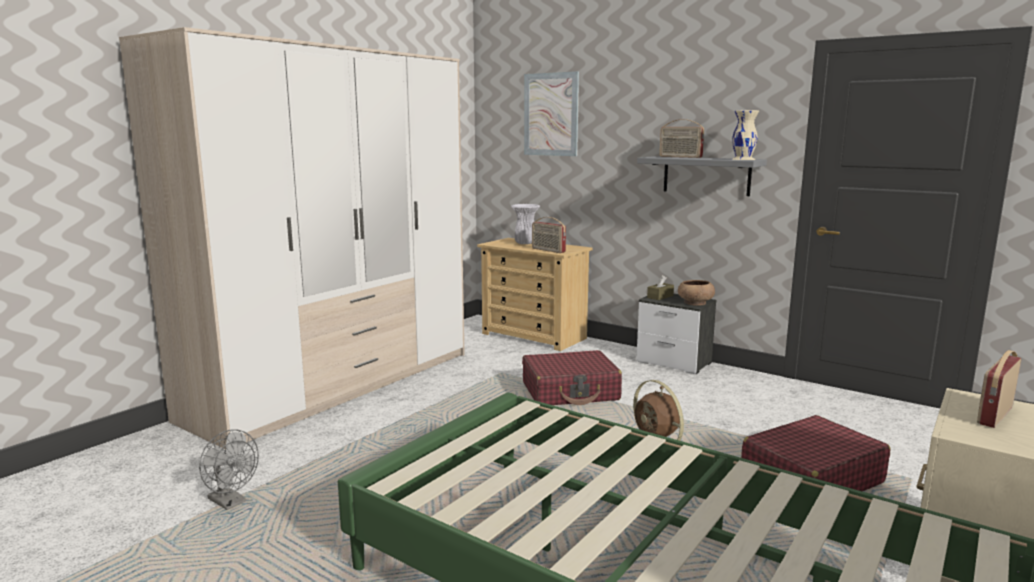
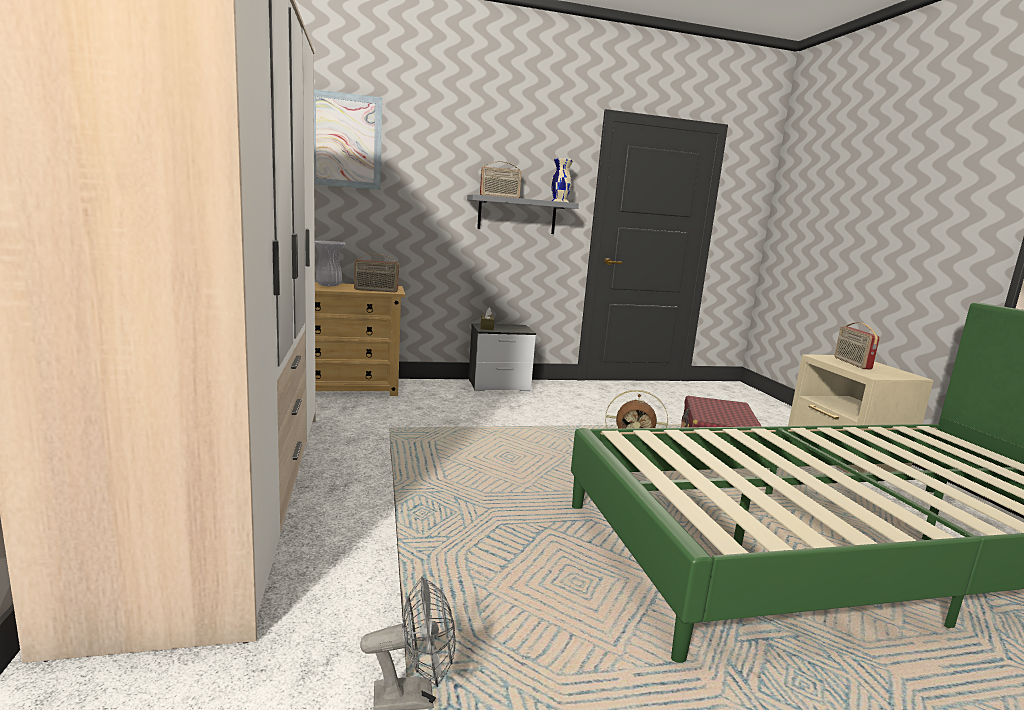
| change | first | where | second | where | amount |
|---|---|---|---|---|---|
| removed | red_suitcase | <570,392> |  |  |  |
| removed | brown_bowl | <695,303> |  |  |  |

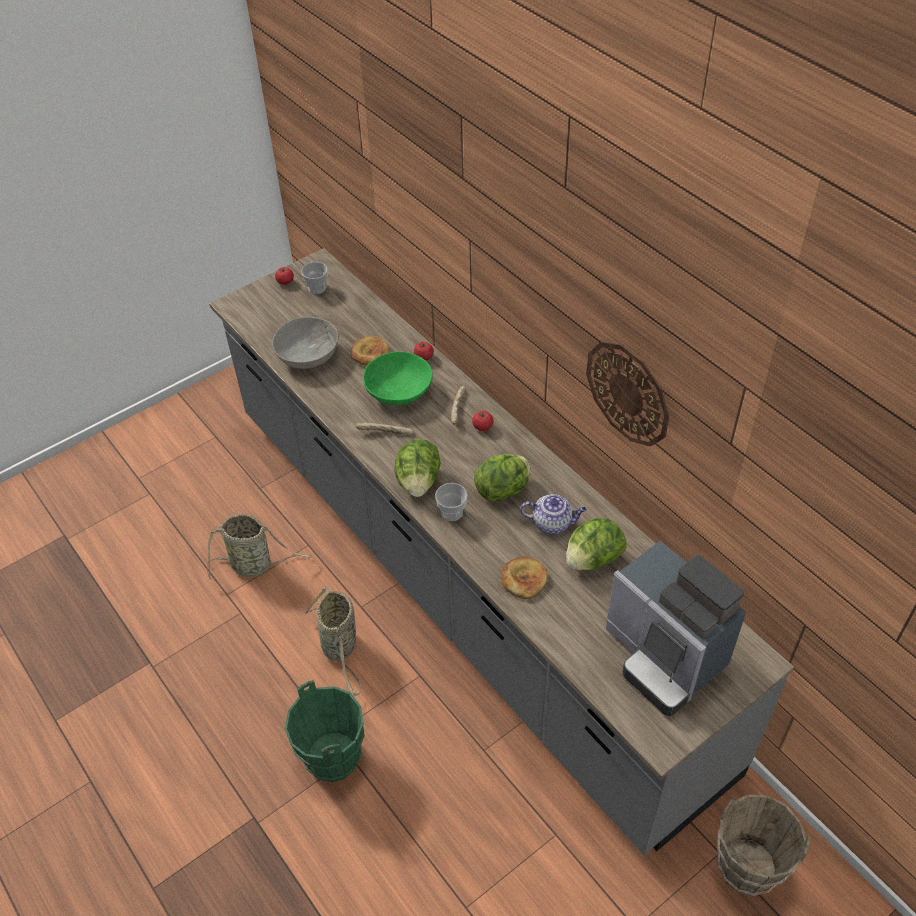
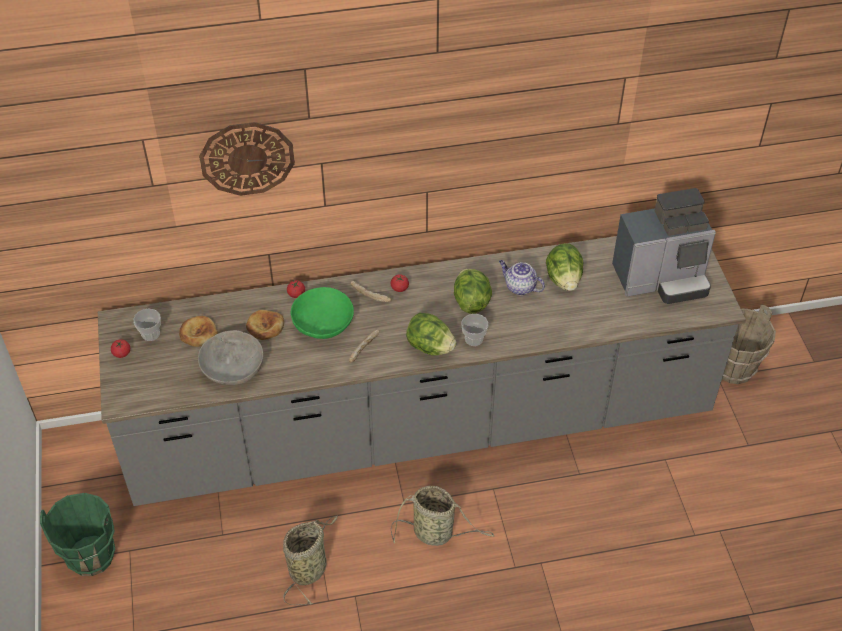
| change | first | where | second | where | amount |
|---|---|---|---|---|---|
| moved | green_bucket | <334,757> |  | <91,556> |  |
| moved | bread | <524,579> |  | <198,333> |  |
| moved | wall_clock | <628,393> |  | <247,158> |  |
| turned | teapot | <553,523> |  | <519,287> | 90 degrees counterclockwise |

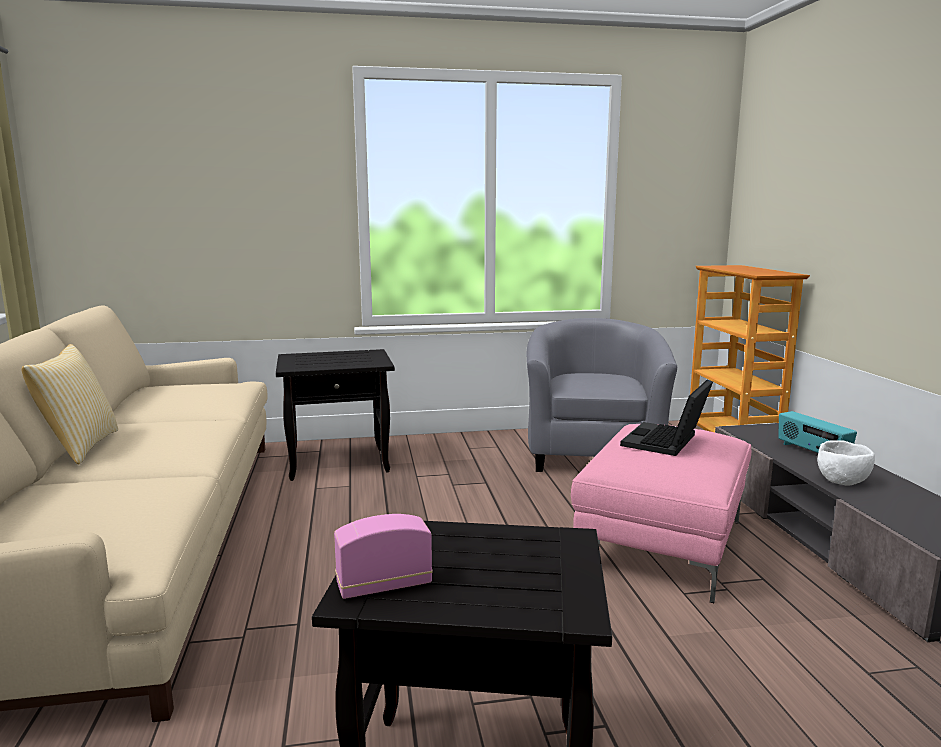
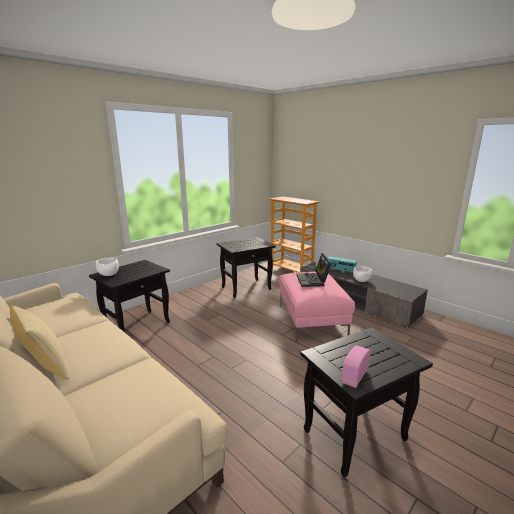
| change | first | where | second | where | amount |
|---|---|---|---|---|---|
| added |  |  | white_bowl | <108,274> |  |
| replaced | grey_armchair | <593,454> | black_side_table | <246,288> |  |

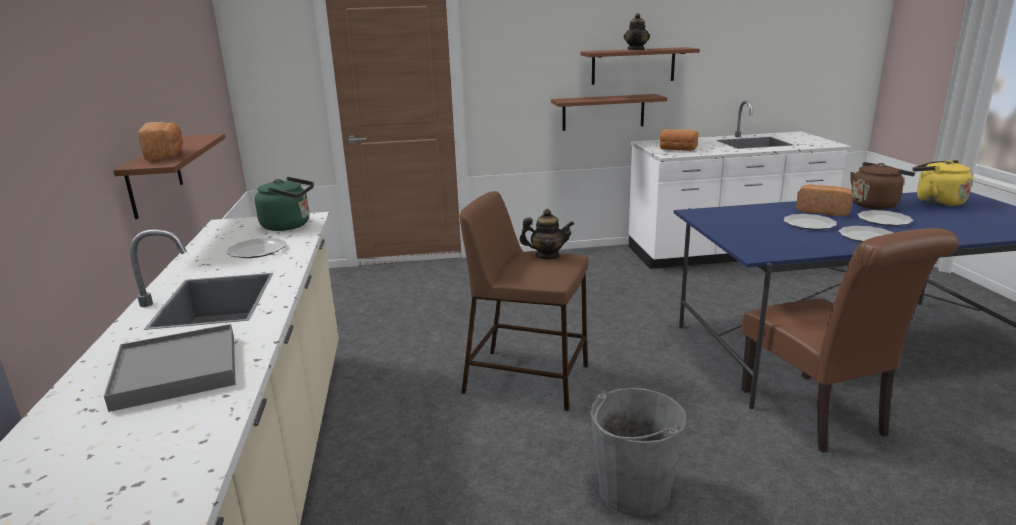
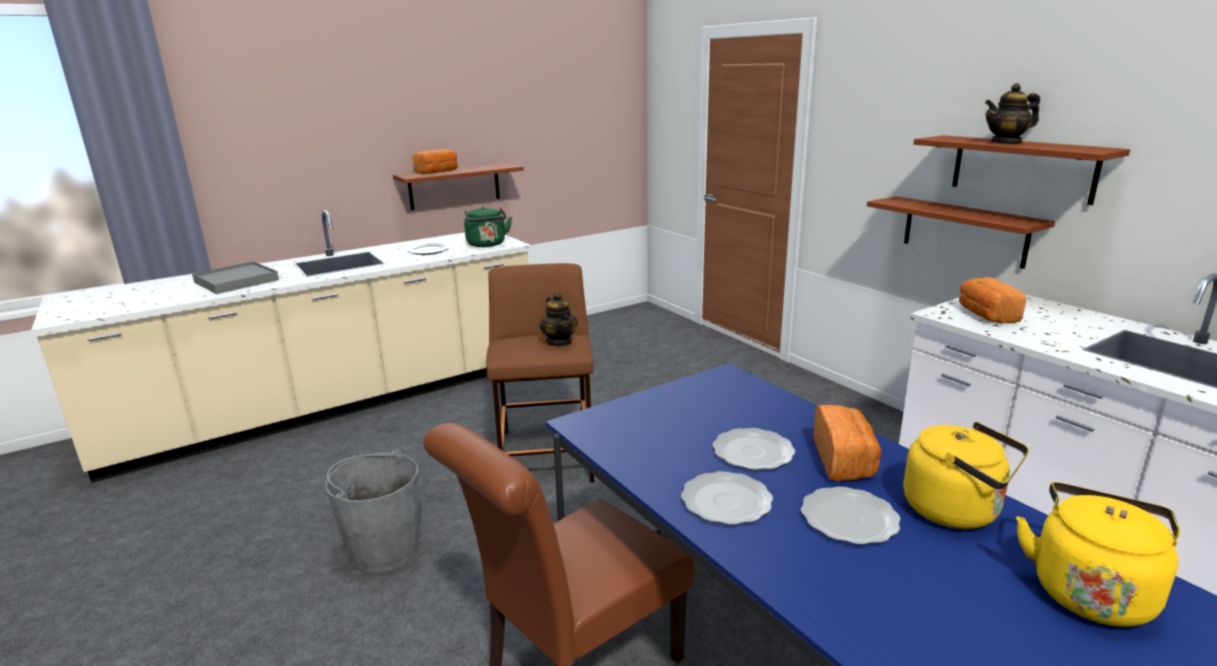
| change | first | where | second | where | amount |
|---|---|---|---|---|---|
| recoloured | brown_kettle | <875,204> | yellow_kettle | <957,511> |  |

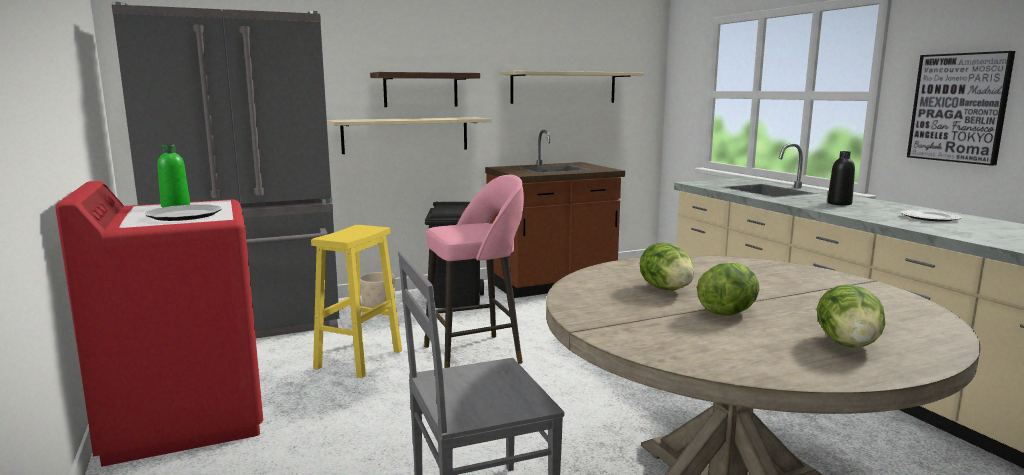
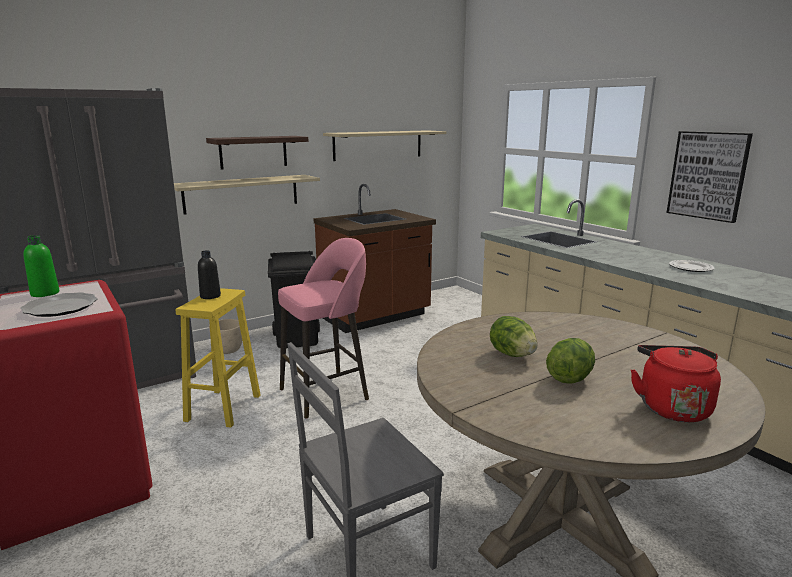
| change | first | where | second | where | amount |
|---|---|---|---|---|---|
| moved | black_bottle | <839,203> |  | <210,296> |  |
| replaced | lettuce | <848,344> | red_kettle | <671,407> |  |

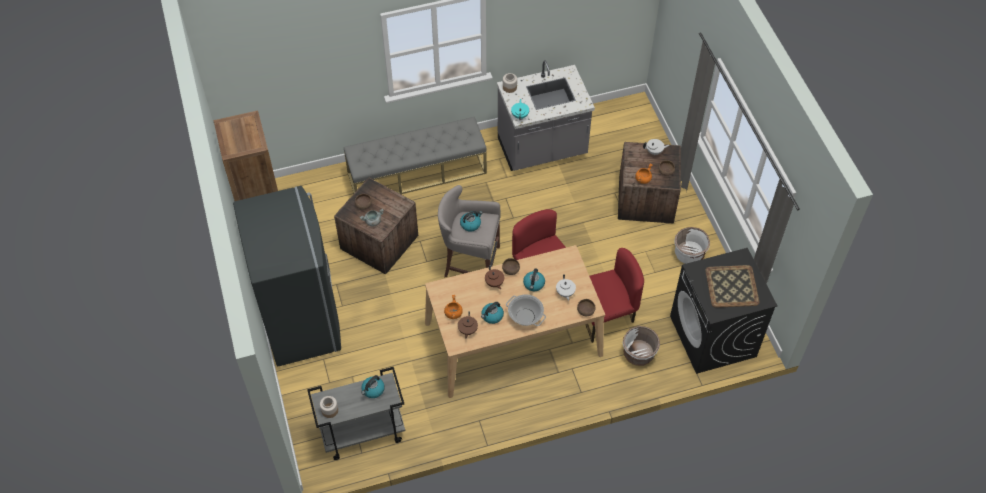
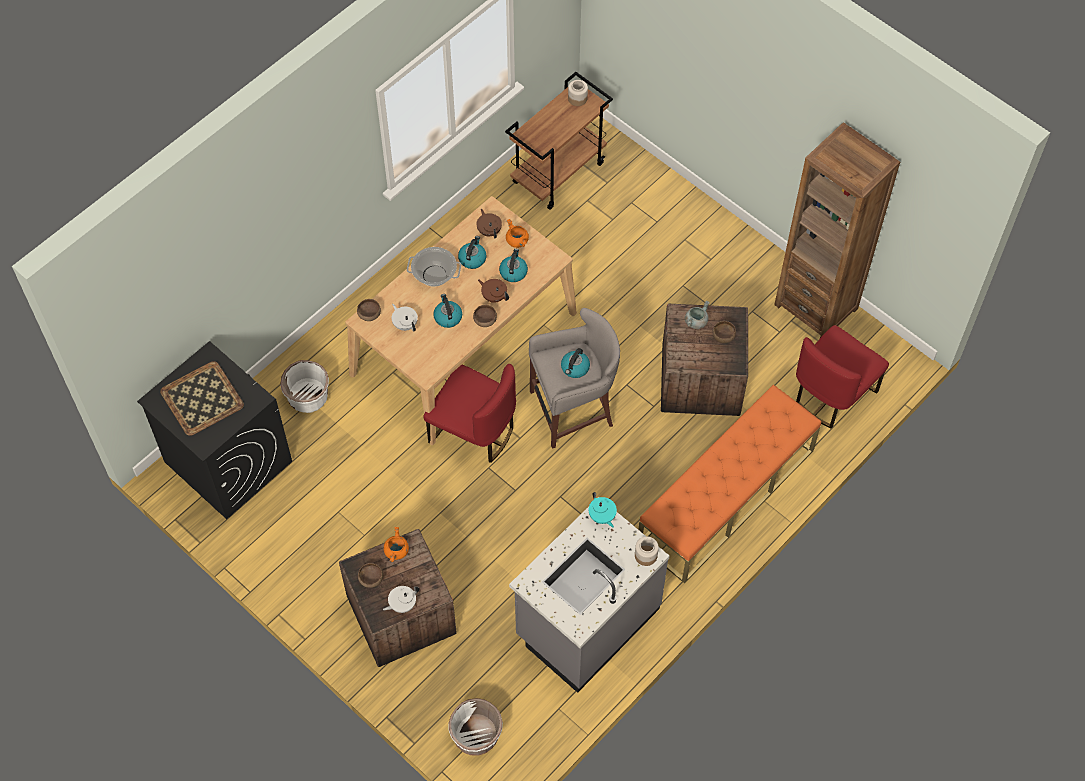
| change | first | where | second | where | amount |
|---|---|---|---|---|---|
| removed | grey_fridge | <302,319> |  |  |  |
| moved | kettle | <373,390> |  | <513,272> |  |
| moved | red_chair | <605,316> |  | <832,394> |  |
| moved | white_planter | <689,254> |  | <476,735> |  |
| recoloured | grey_cart | <362,434> | brown_cart | <558,172> |  |
| recoloured | grey_bench | <417,173> | orange_bench | <726,497> |  |

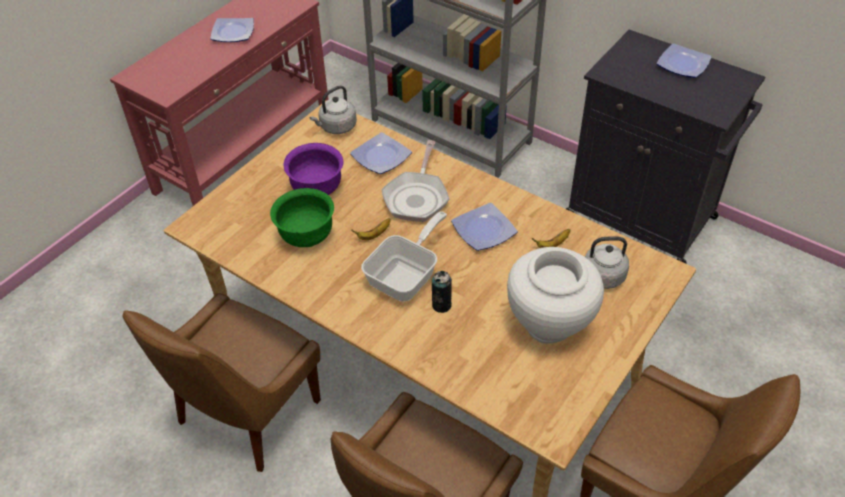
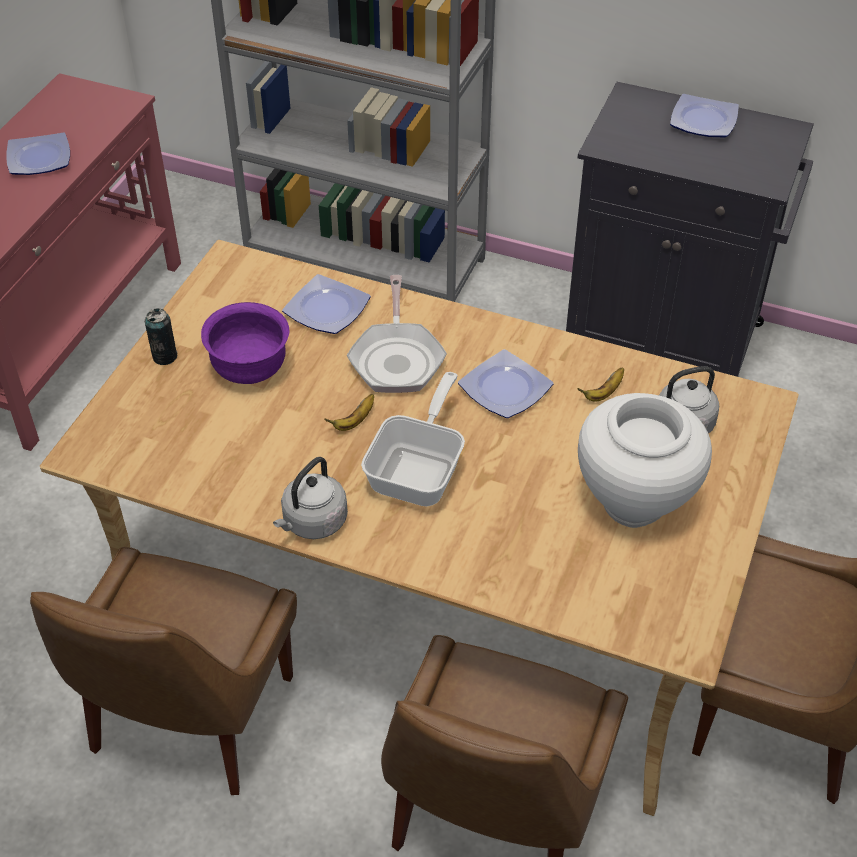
| change | first | where | second | where | amount |
|---|---|---|---|---|---|
| removed | green_bowl | <306,236> |  |  |  |
| moved | grey_kettle | <336,127> |  | <312,523> |  |
| moved | can | <441,305> |  | <164,356> |  |

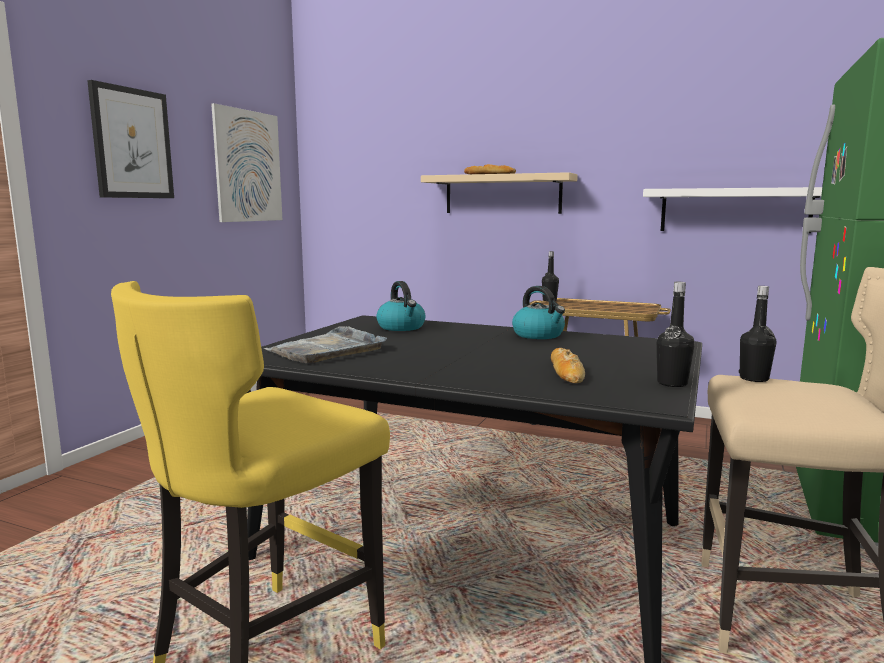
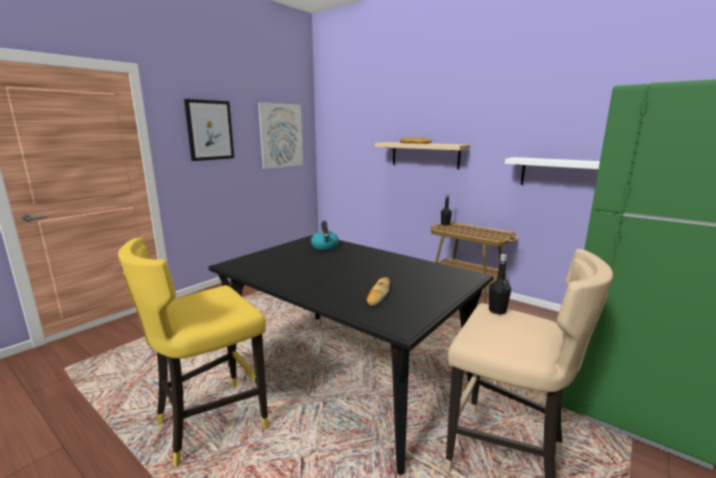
| change | first | where | second | where | amount |
|---|---|---|---|---|---|
| removed | grey_tray | <327,349> |  |  |  |
| removed | kettle | <539,335> |  |  |  |
| removed | black_bottle | <672,383> |  |  |  |

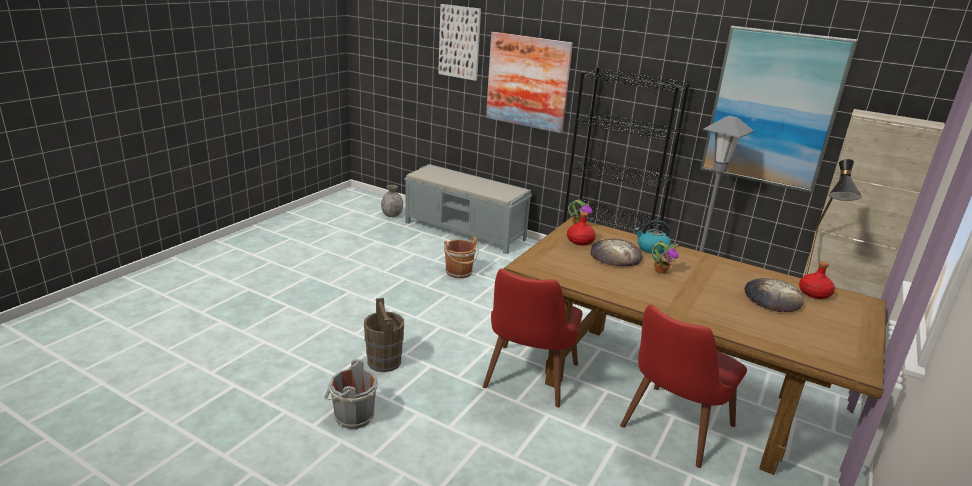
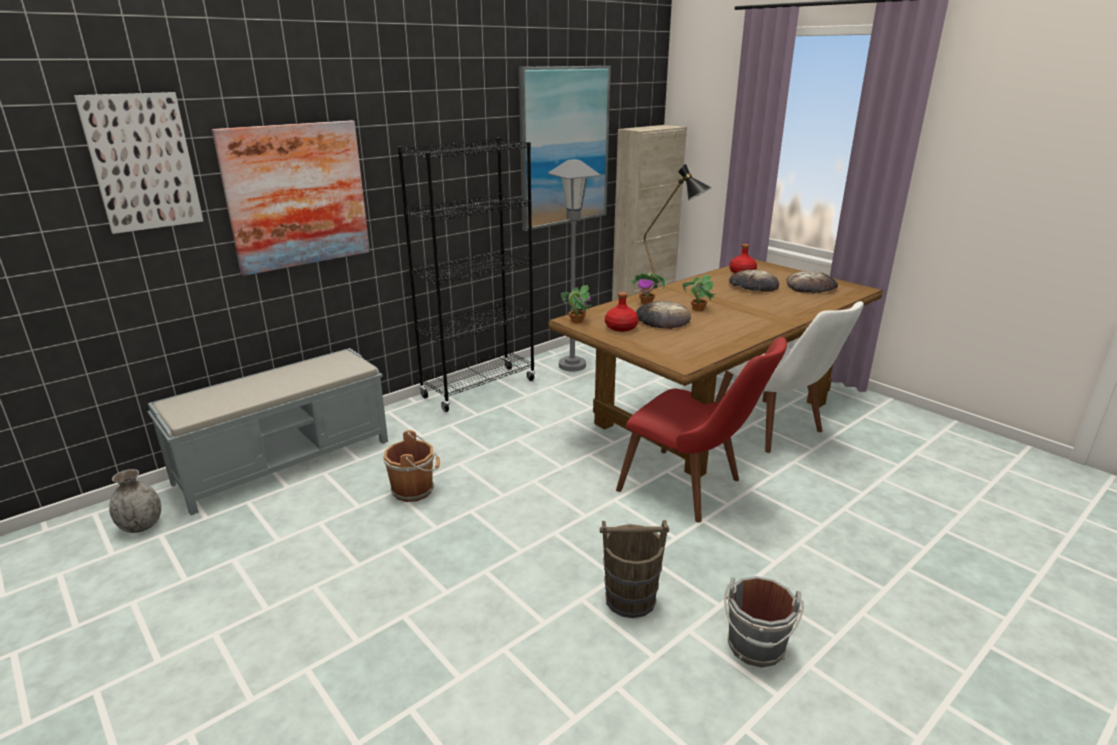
| change | first | where | second | where | amount |
|---|---|---|---|---|---|
| added |  |  | bread | <811,287> |  |
| replaced | kettle | <651,248> | potted_plant | <647,302> |  |
| recoloured | red_chair | <670,432> | white_chair | <776,431> |  |

